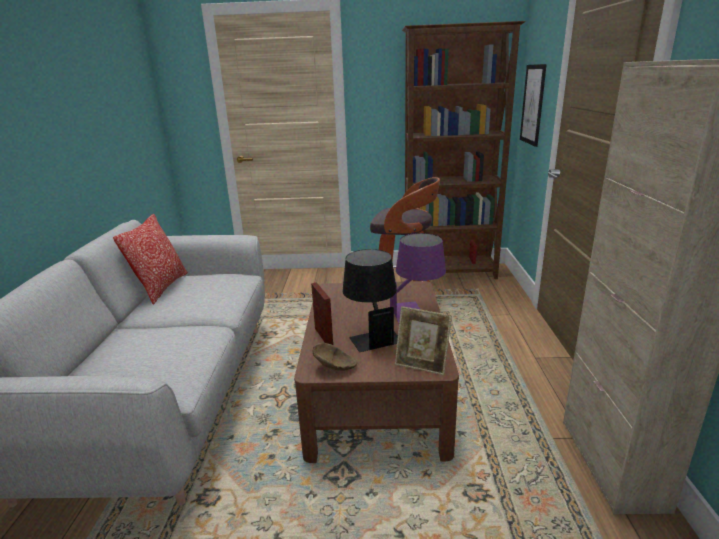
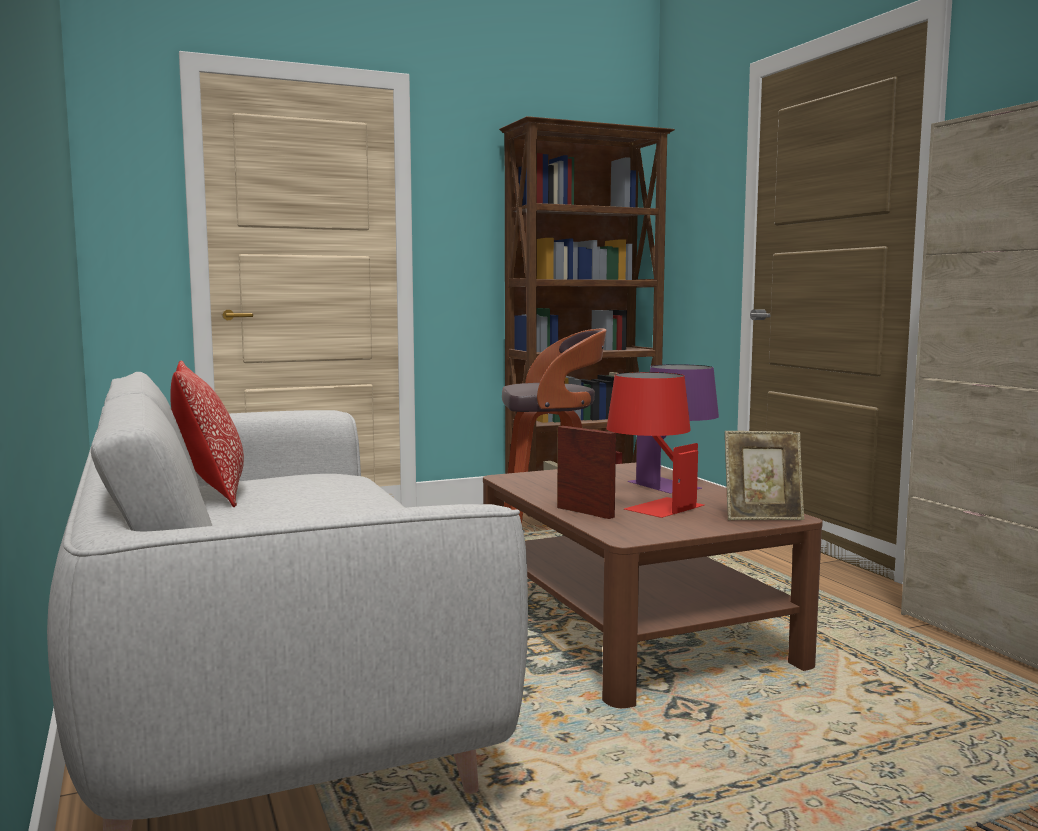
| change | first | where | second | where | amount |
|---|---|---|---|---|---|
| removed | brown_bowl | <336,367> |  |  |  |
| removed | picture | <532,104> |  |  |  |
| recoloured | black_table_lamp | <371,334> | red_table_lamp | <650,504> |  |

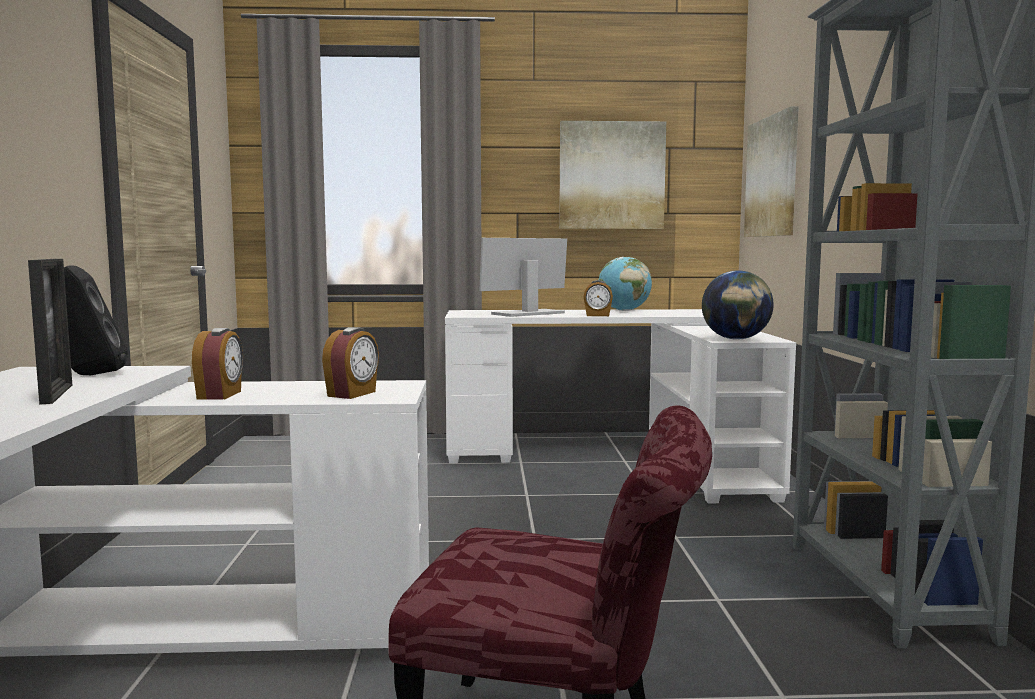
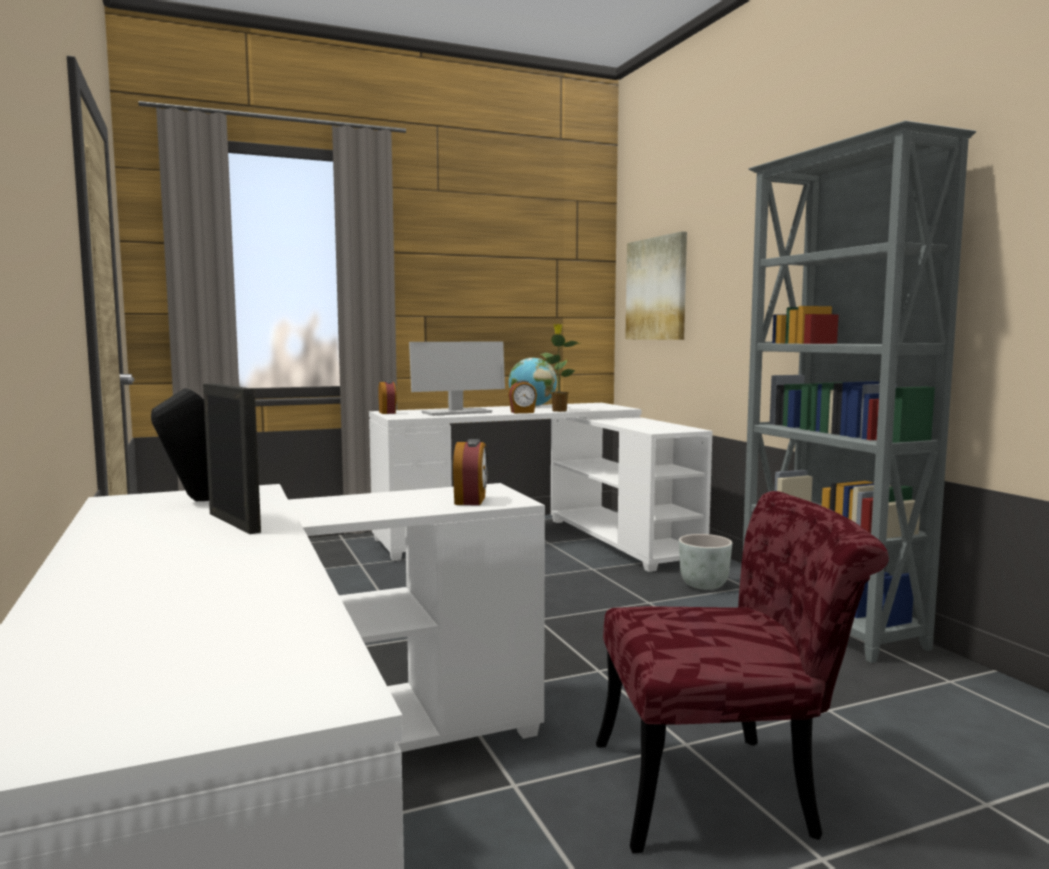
| change | first | where | second | where | amount |
|---|---|---|---|---|---|
| removed | picture | <611,175> |  |  |  |
| removed | globe | <736,339> |  |  |  |
| added |  |  | potted_plant | <559,410> |  |
| added |  |  | grey_planter | <704,585> |  |
| moved | alarm_clock | <220,395> |  | <388,412> |  |
| turned | monitor | <528,313> |  | <456,412> | 150 degrees counterclockwise |

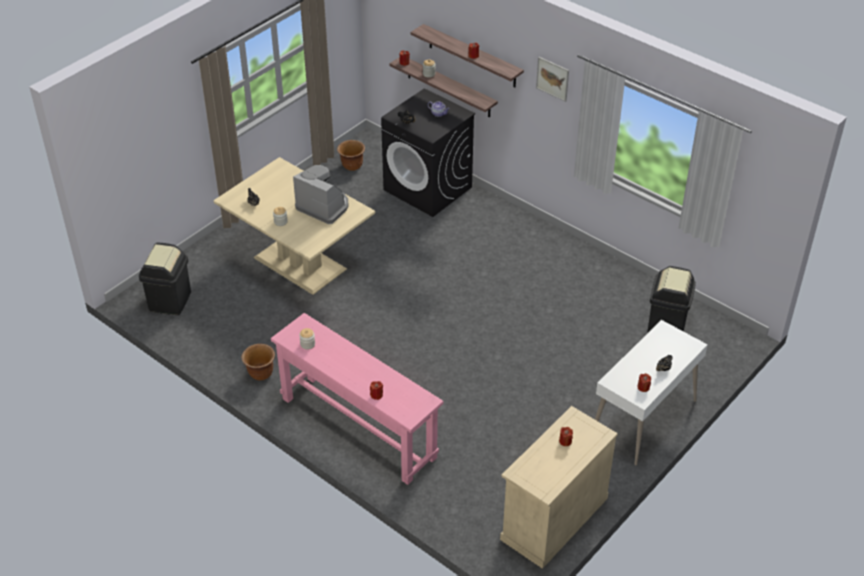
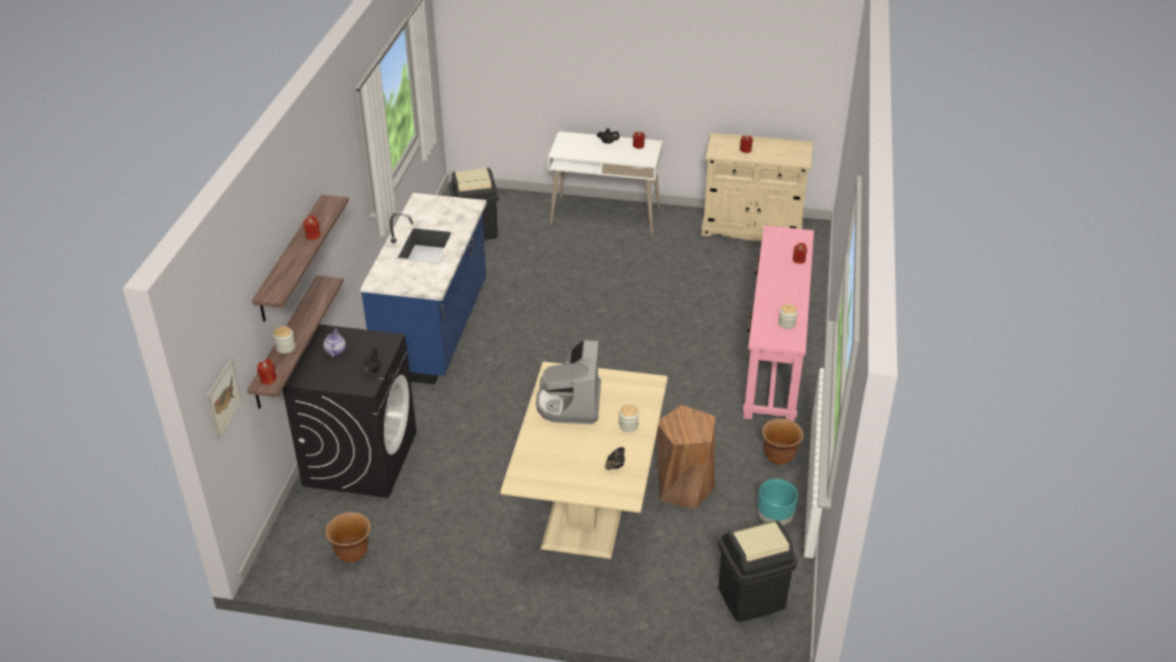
| change | first | where | second | where | amount |
|---|---|---|---|---|---|
| added |  |  | blue_counter | <435,329> |  |
| added |  |  | brown_stool | <683,487> |  |
| added |  |  | turquoise_planter | <774,519> |  |
| moved | picture | <552,78> |  | <223,399> |  |

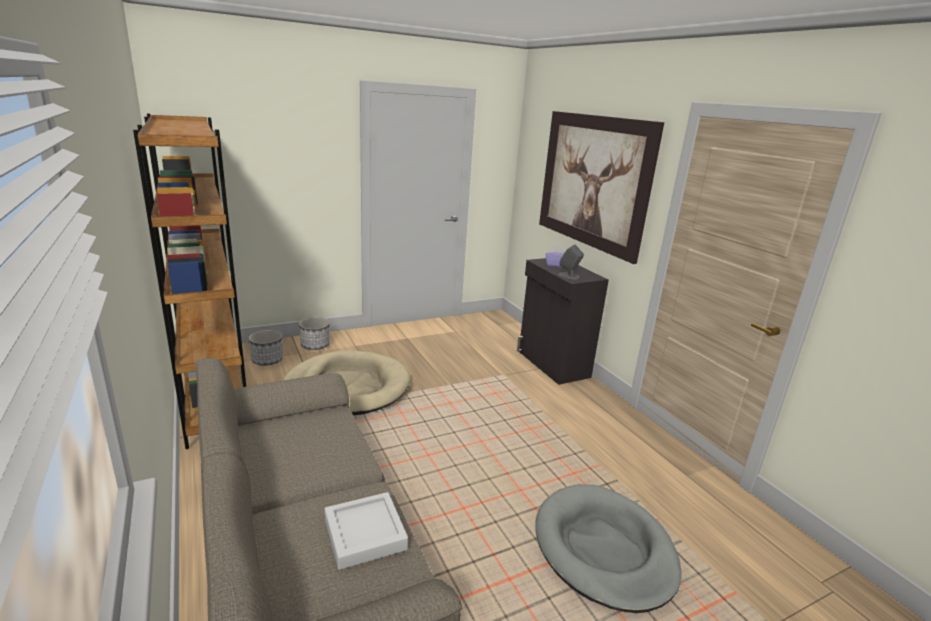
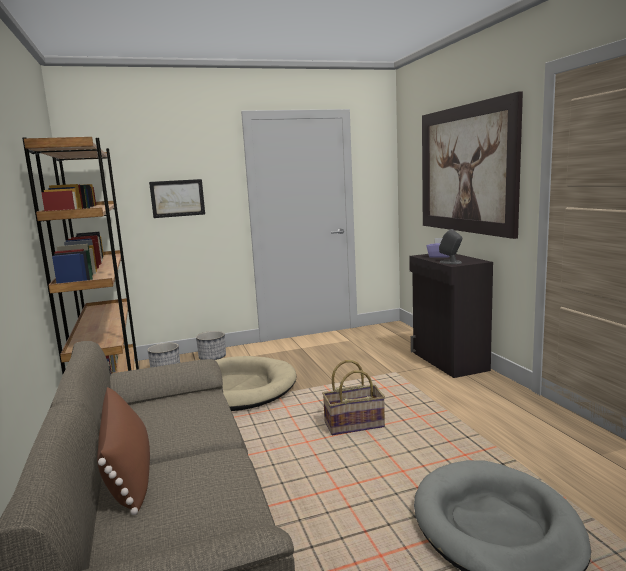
| change | first | where | second | where | amount |
|---|---|---|---|---|---|
| removed | grey_tray | <365,534> |  |  |  |
| added |  |  | brown_pillow | <128,472> |  |
| added |  |  | picture | <177,198> |  |
| added |  |  | basket | <354,424> |  |

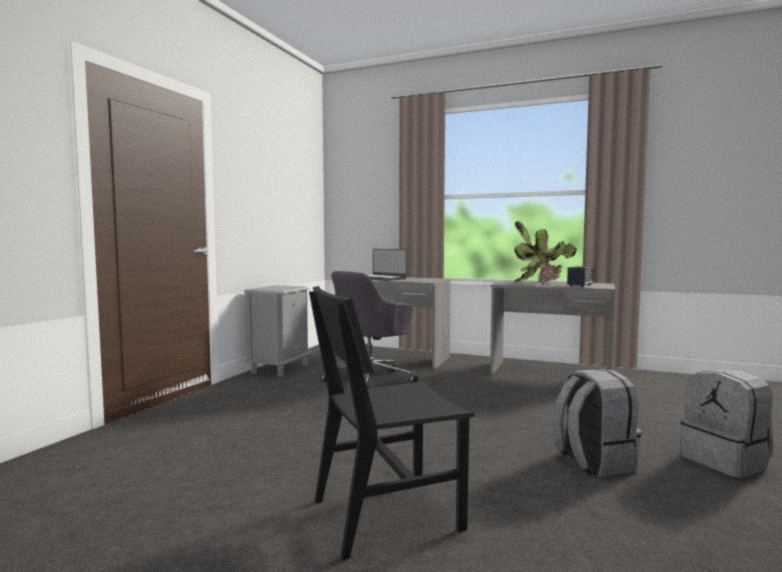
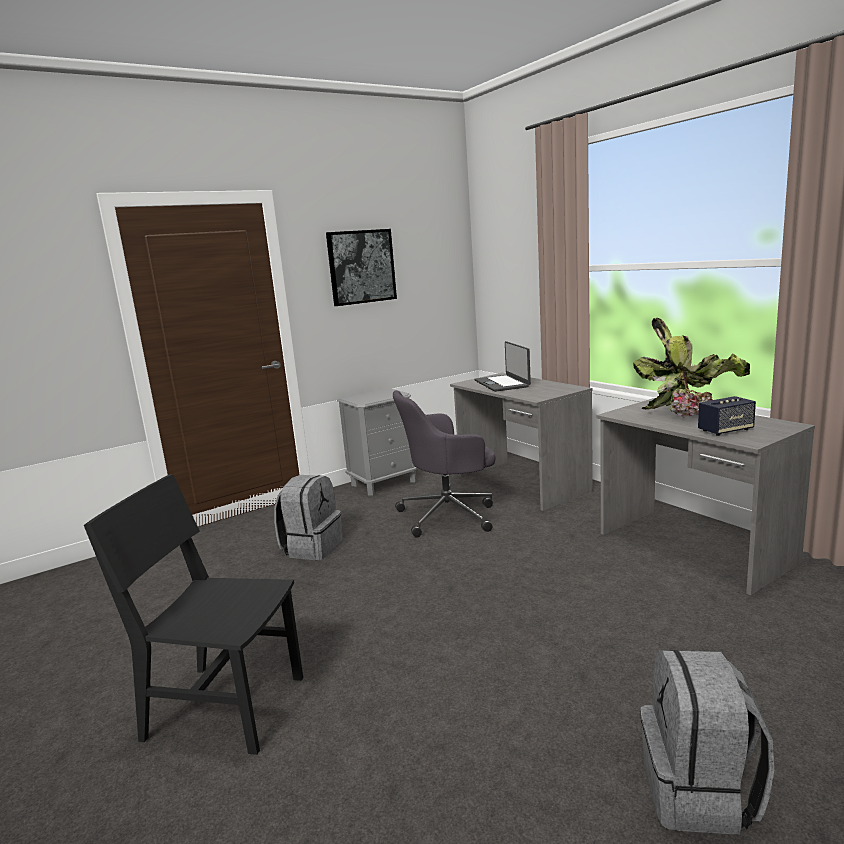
| change | first | where | second | where | amount |
|---|---|---|---|---|---|
| added |  |  | picture | <361,267> |  |
| moved | grey_backpack | <593,462> |  | <312,547> |  |

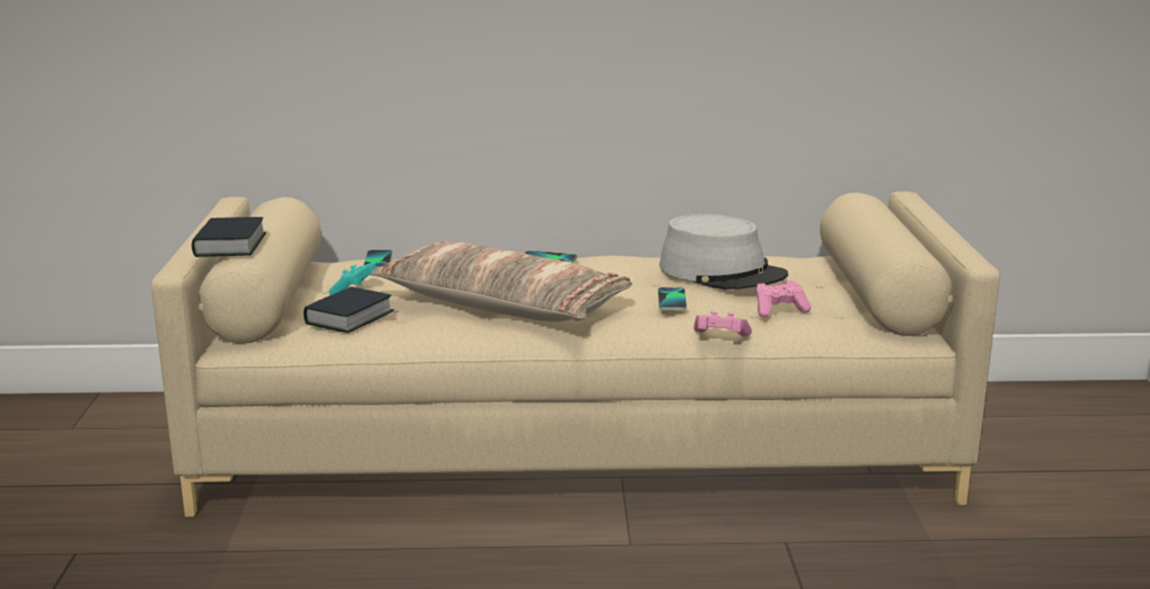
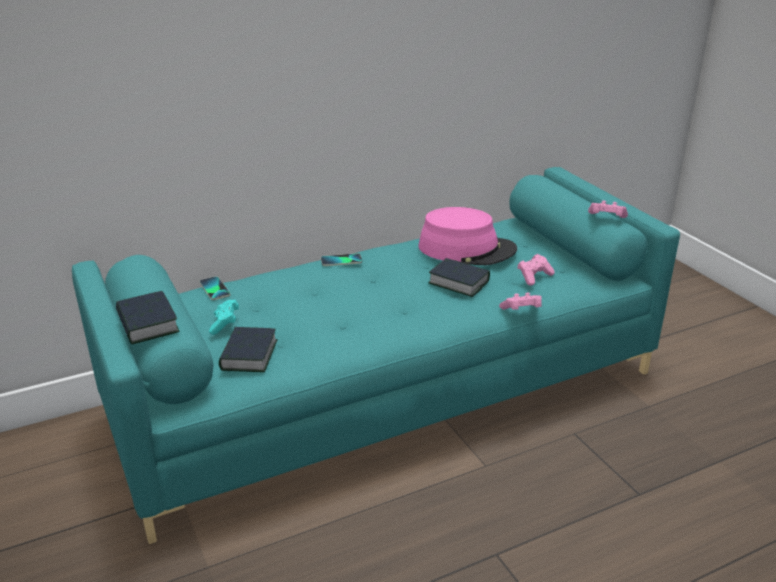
| change | first | where | second | where | amount |
|---|---|---|---|---|---|
| removed | pillow | <502,305> |  |  |  |
| added |  |  | pink_game_controller | <606,218> |  |
| replaced | phone | <672,300> | book | <458,282> |  |
| recoloured | beige_sofa | <577,446> | turquoise_sofa | <388,391> |  |
| recoloured | grey_hat | <722,272> | pink_hat | <467,249> |  |

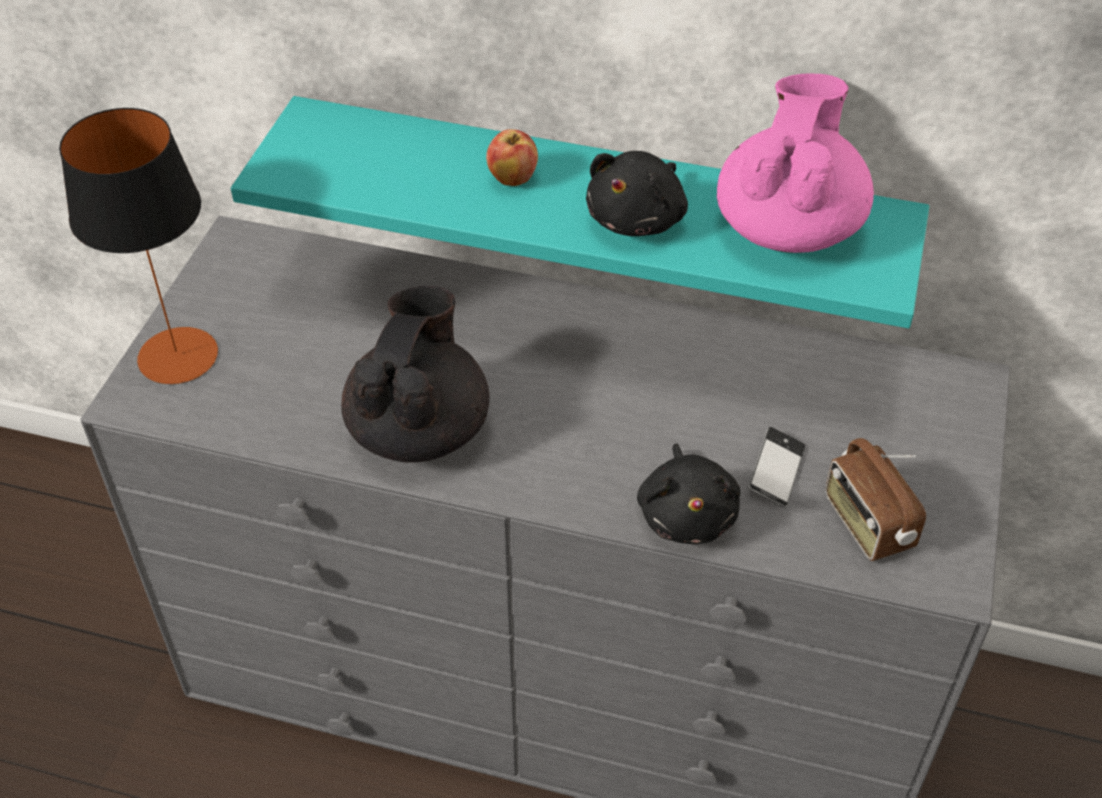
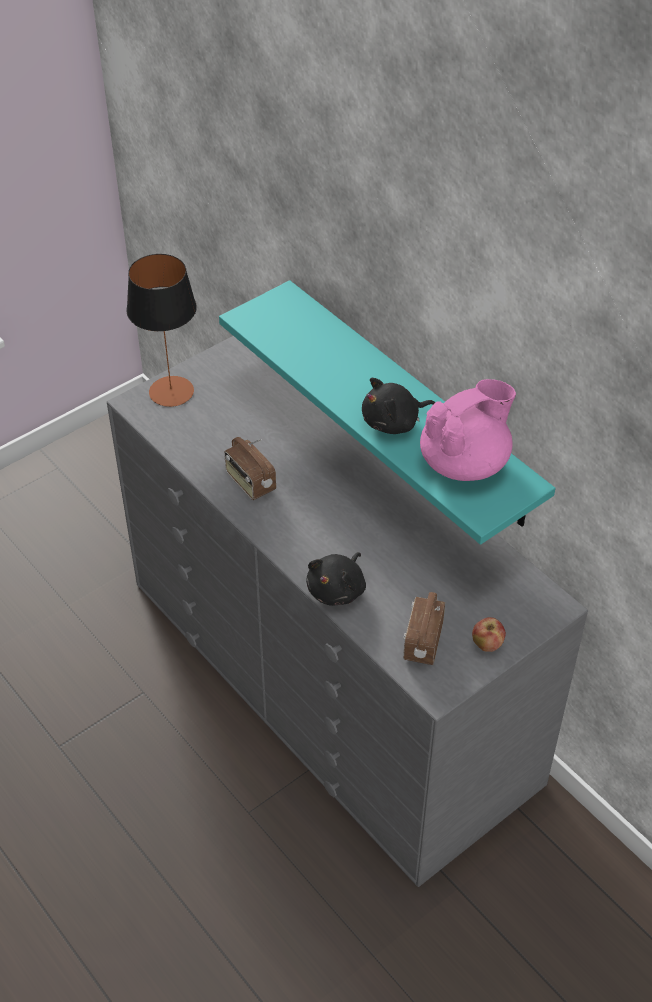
| change | first | where | second | where | amount |
|---|---|---|---|---|---|
| removed | phone | <776,472> |  |  |  |
| moved | apple | <512,179> |  | <487,644> |  |
| replaced | black_teapot | <419,428> | radio | <250,482> |  |

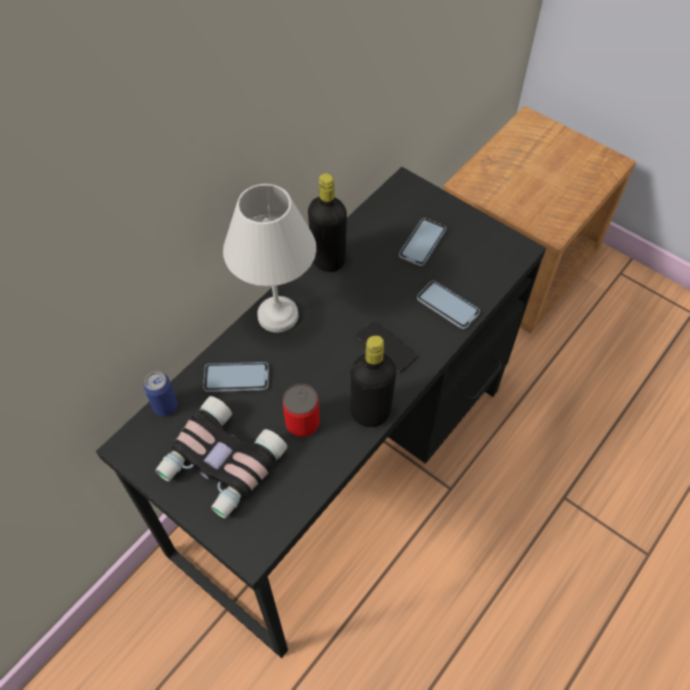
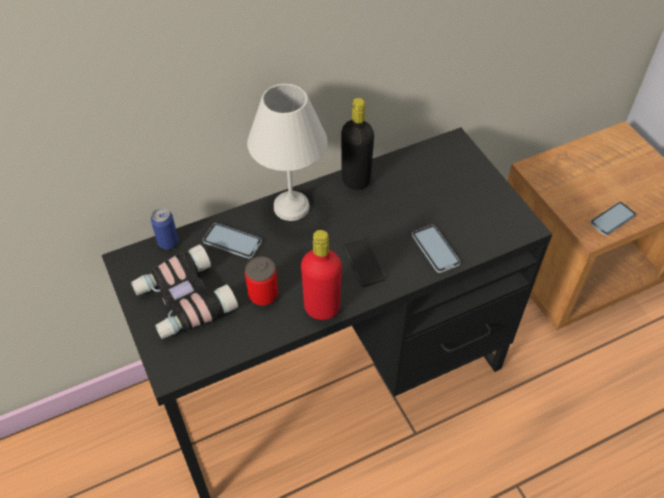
| change | first | where | second | where | amount |
|---|---|---|---|---|---|
| moved | phone | <422,243> |  | <612,219> |  |
| recoloured | black_bottle | <371,412> | red_bottle | <322,308> |  |

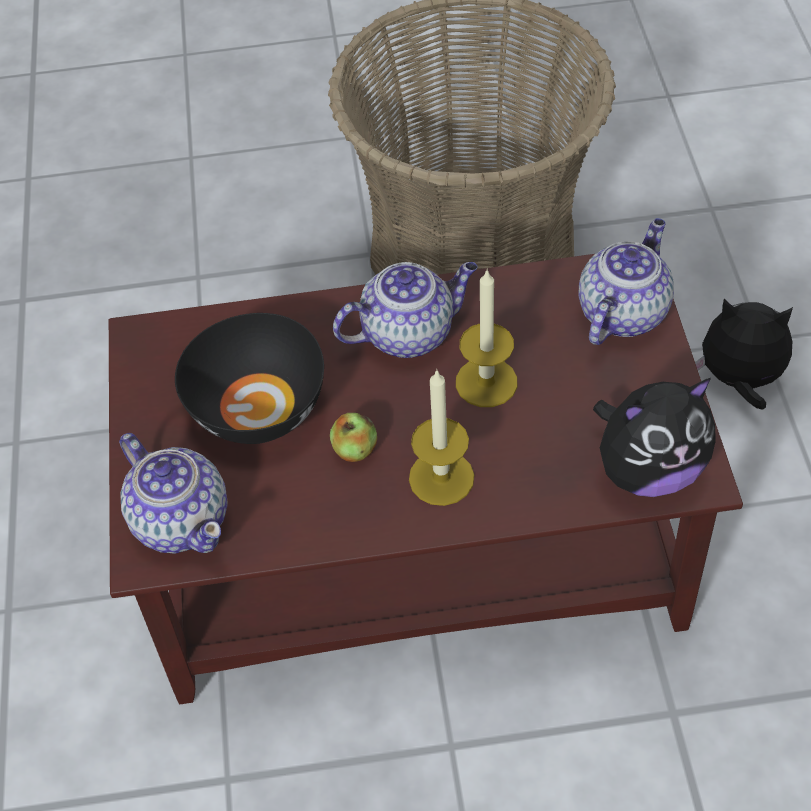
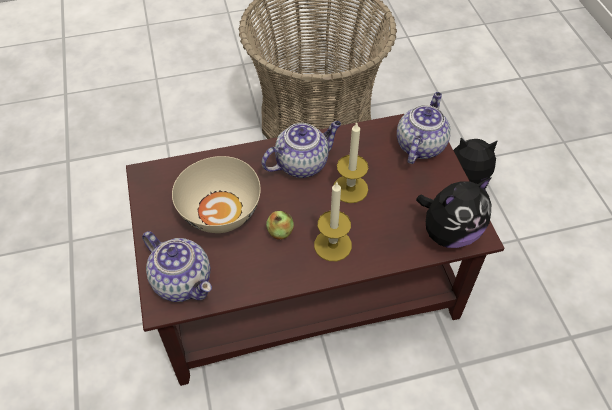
| change | first | where | second | where | amount |
|---|---|---|---|---|---|
| recoloured | black_bowl | <257,409> | beige_bowl | <220,212> |  |

